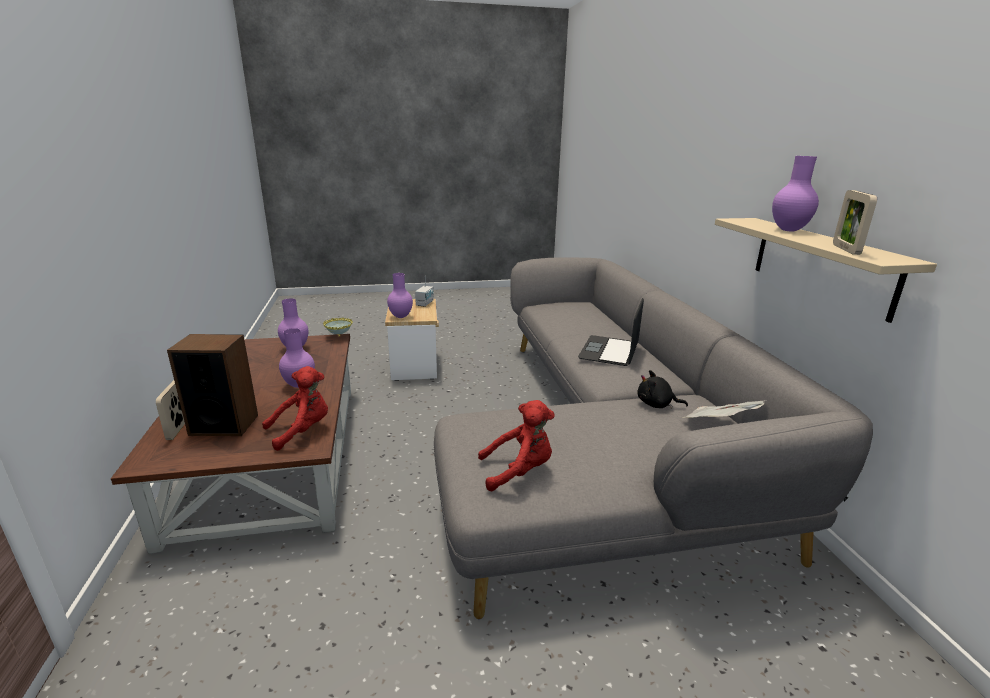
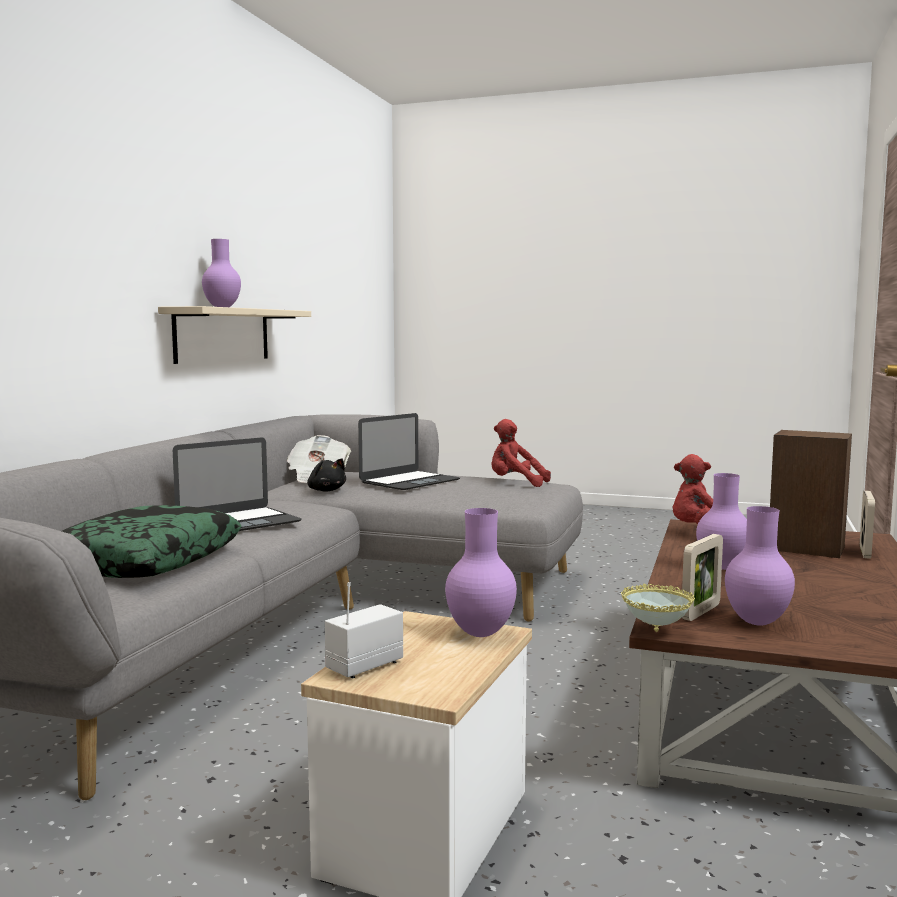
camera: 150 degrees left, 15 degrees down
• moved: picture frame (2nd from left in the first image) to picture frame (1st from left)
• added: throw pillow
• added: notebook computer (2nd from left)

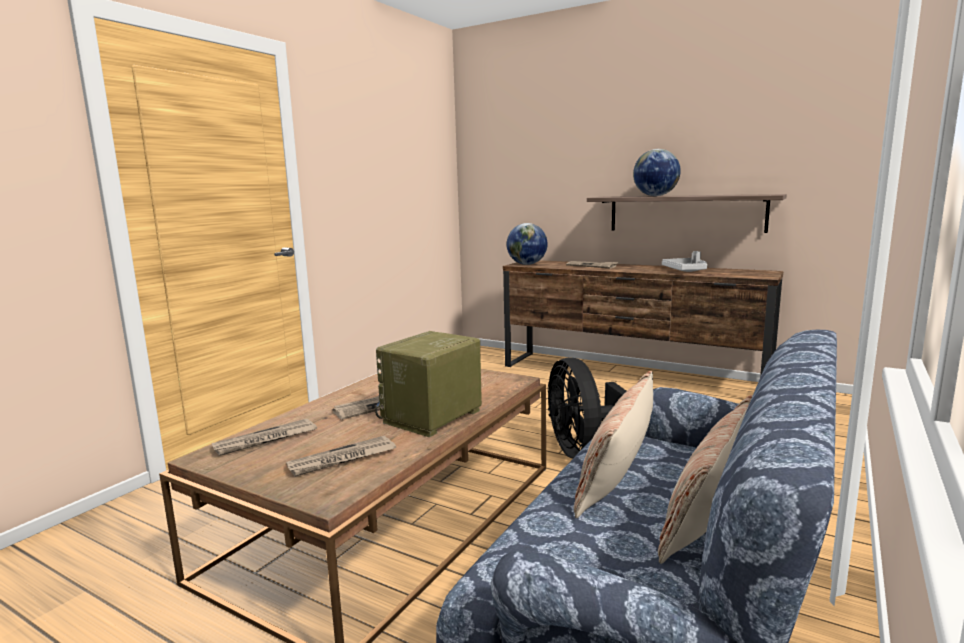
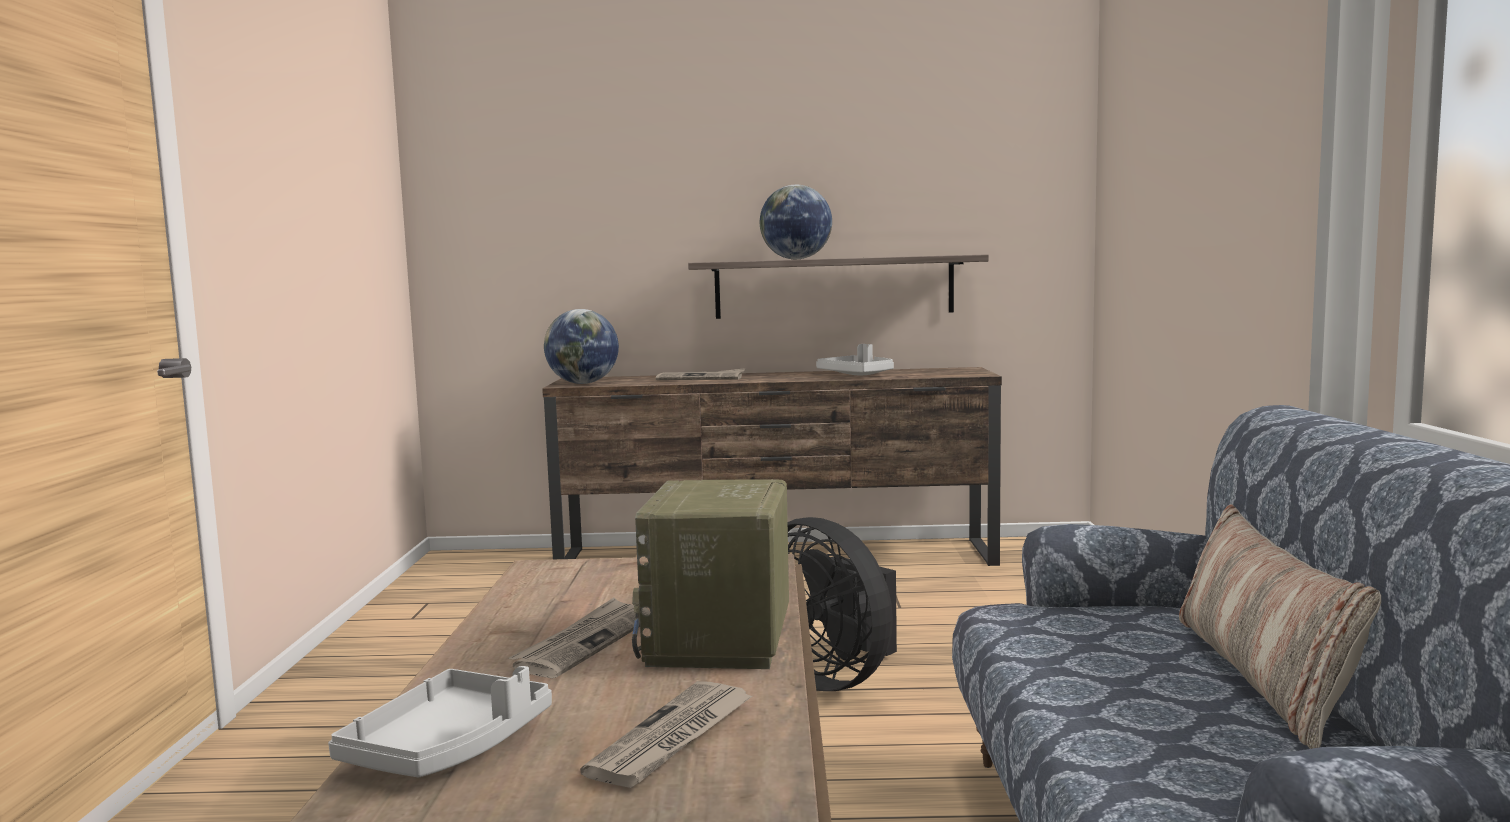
camera: 30 degrees left, 5 degrees down
• replaced: daily paper (1st from left) to gray tray (1st from left)
• removed: throw pillow (1st from left)

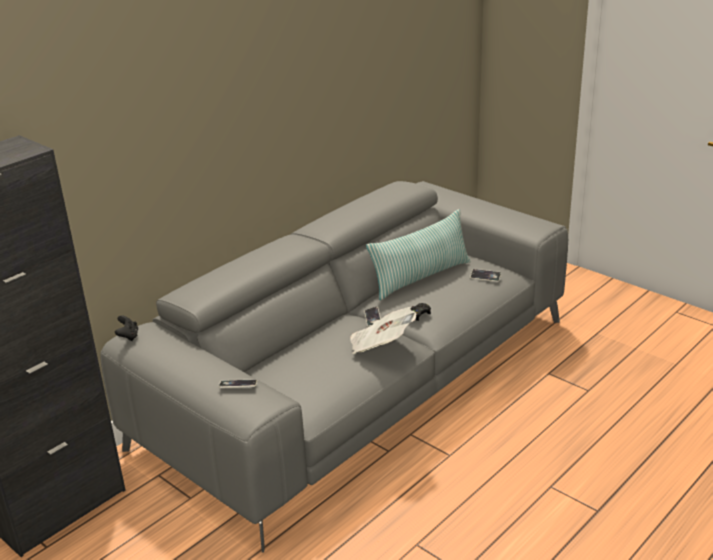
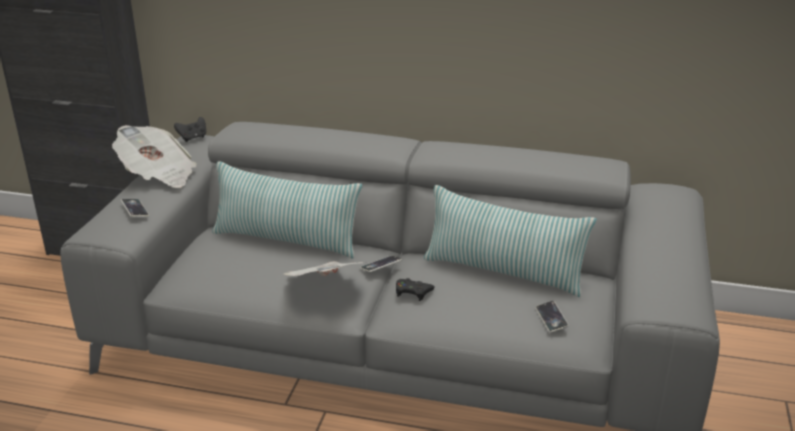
camera: 60 degrees right, 0 degrees up
• added: daily paper (1st from left)
• added: throw pillow (1st from left)

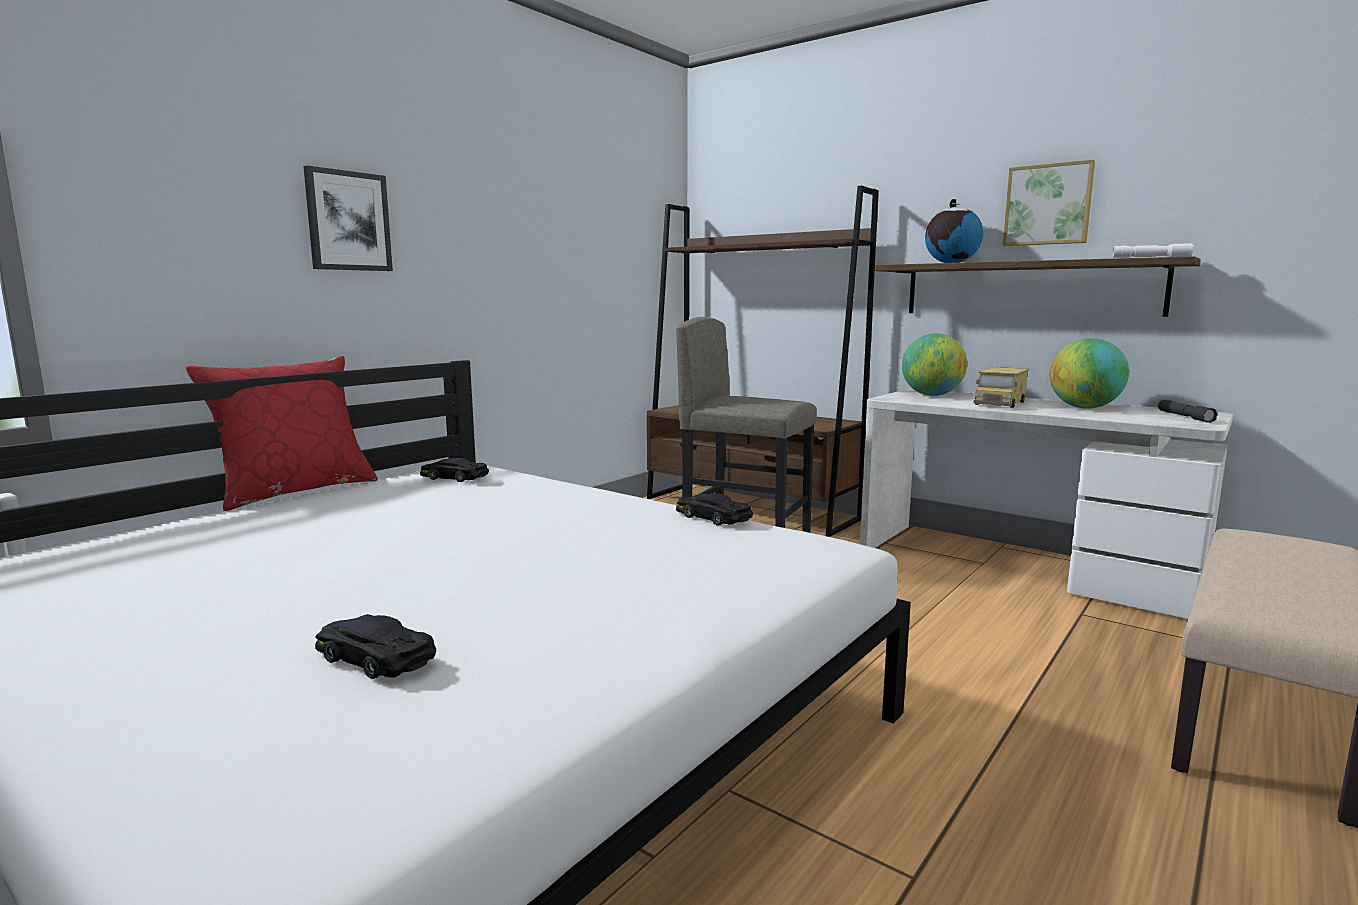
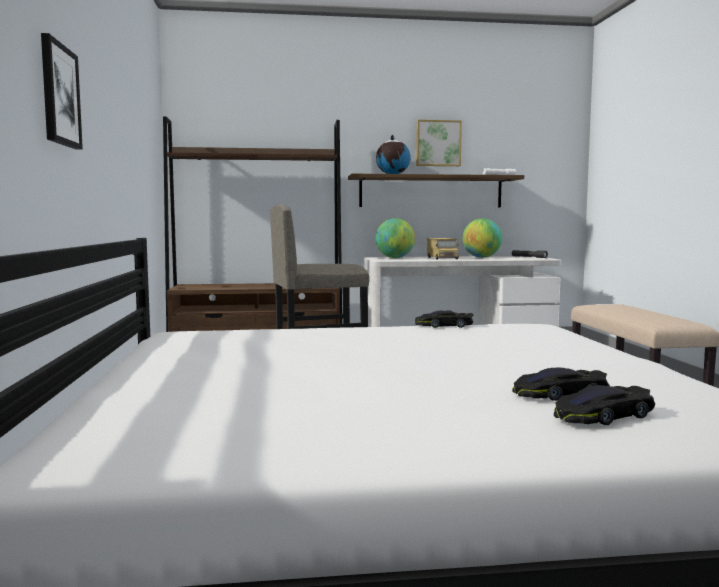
camera: 45 degrees left, 5 degrees down
• removed: red throw pillow
• moved: black-coloured toy car (2nd from left in the first image) to black-coloured toy car (3rd from left)

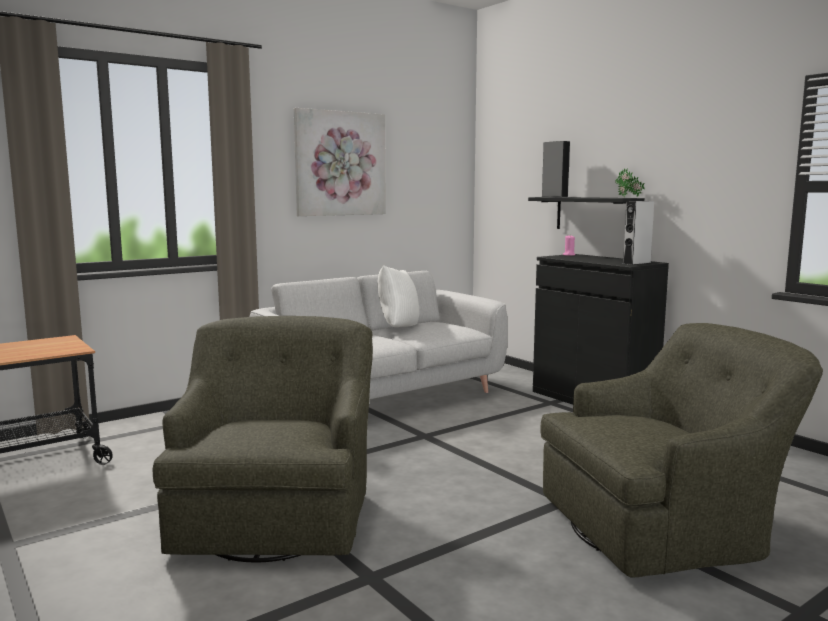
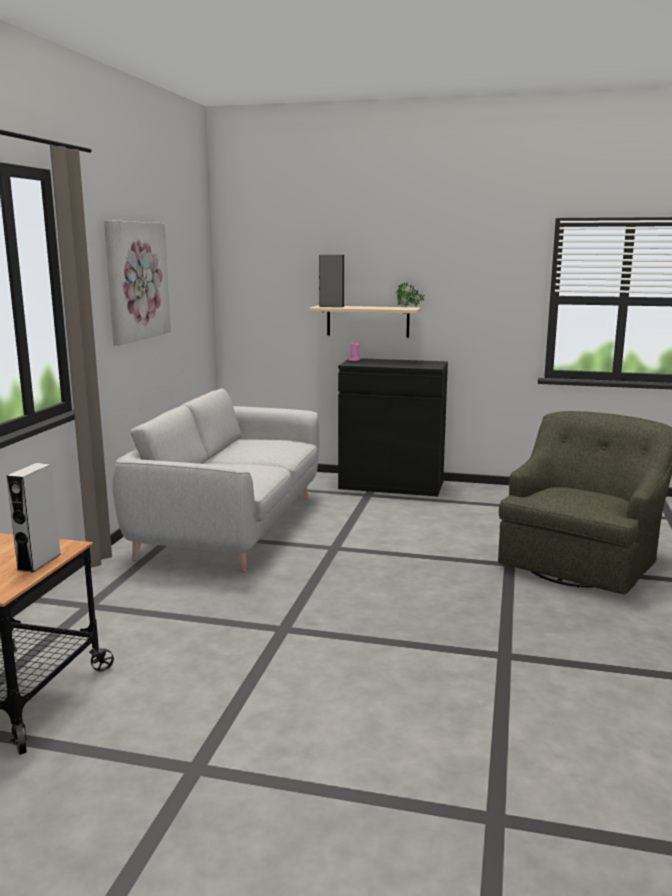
camera: 40 degrees left, 5 degrees up
• removed: green-coloured easy chair (1st from left)
• removed: white-coloured throw pillow
• recoloured: black-coloured wall shelf to beige-coloured wall shelf
• moved: gray speaker (2nd from left in the first image) to gray speaker (1st from left)

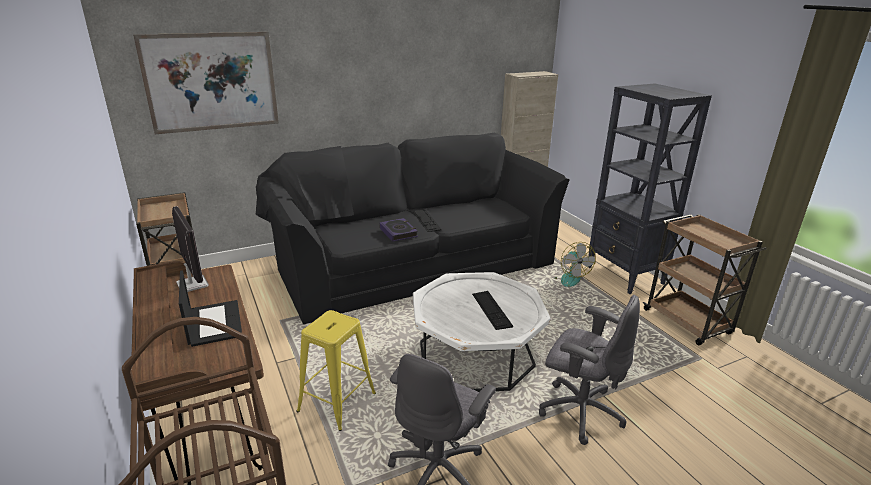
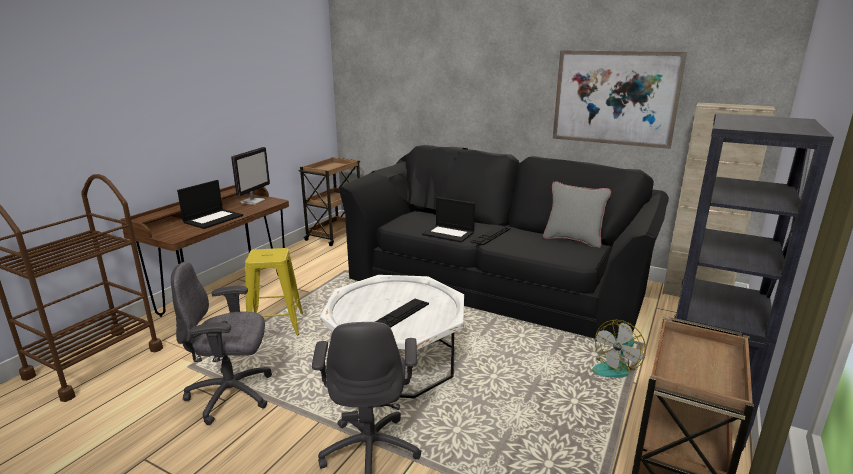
camera: 55 degrees right, 5 degrees down
• moved: wall art
• replaced: book to notebook computer (2nd from left)
• added: gray throw pillow

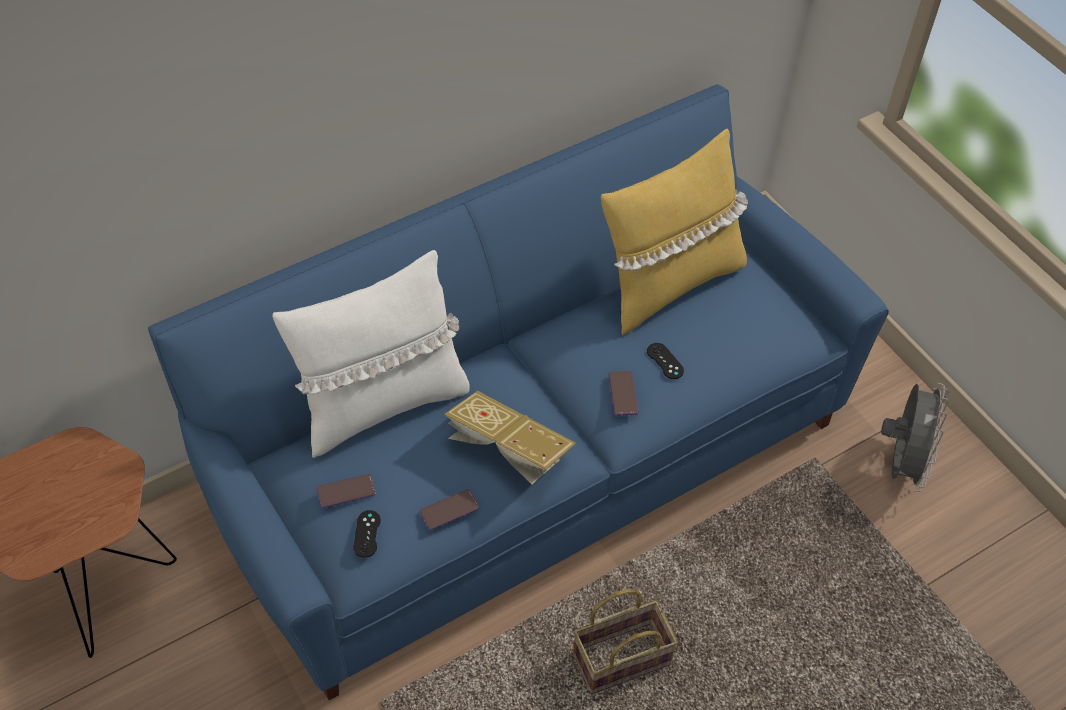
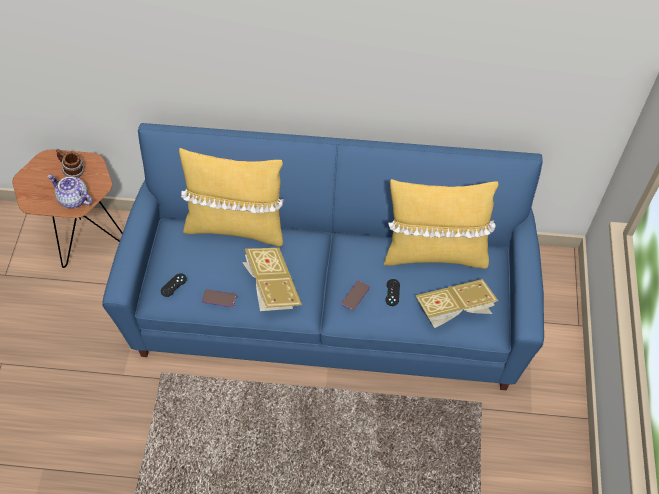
camera: 40 degrees right, 5 degrees up
• recoloured: white-coloured throw pillow to yellow throw pillow (1st from left)
• removed: phone (1st from left)
• removed: household basket
• removed: gray electric fan
• added: teapot
• added: tea mug
• added: book (2nd from left)

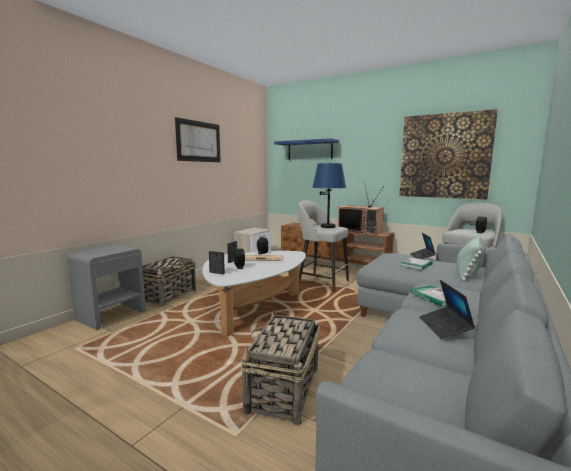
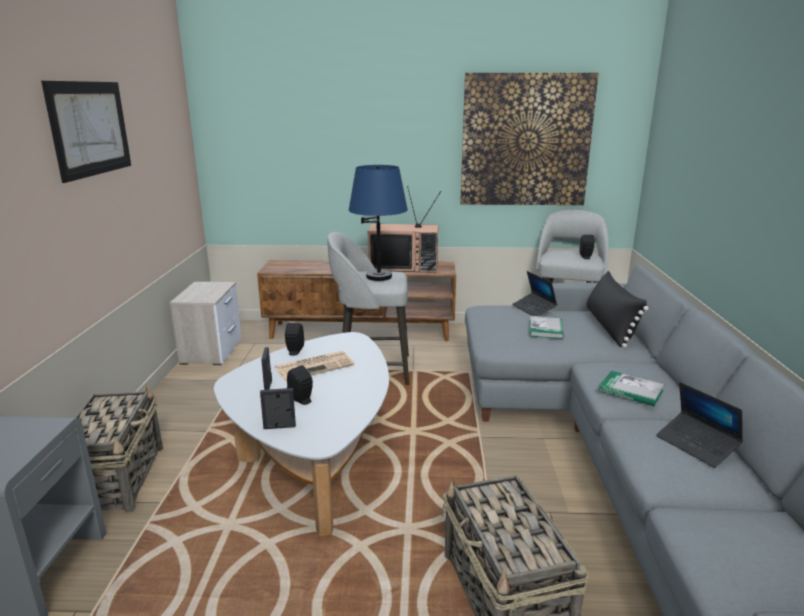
camera: 30 degrees left, 10 degrees up
• removed: blue wall shelf
• recoloured: green-coloured throw pillow to black-coloured throw pillow

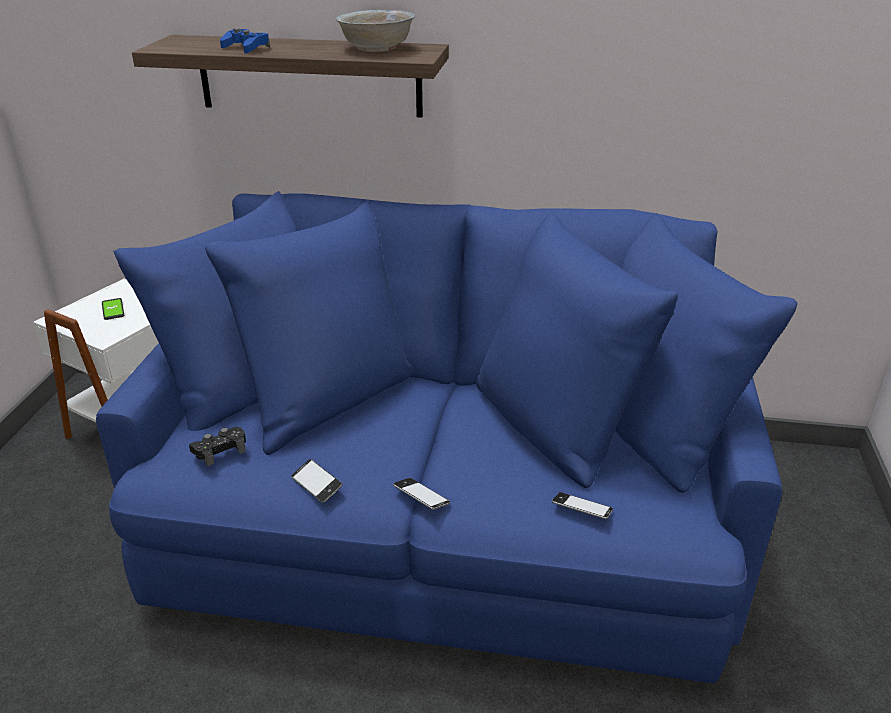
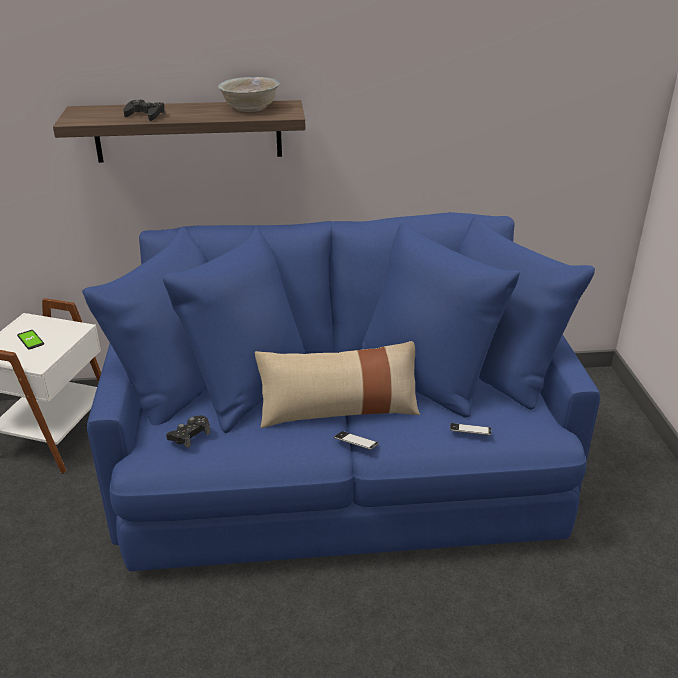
camera: 15 degrees left, 0 degrees up
• recoloured: blue joypad to black-coloured joypad (1st from left)
• removed: phone (2nd from left)
• added: beige-coloured throw pillow

